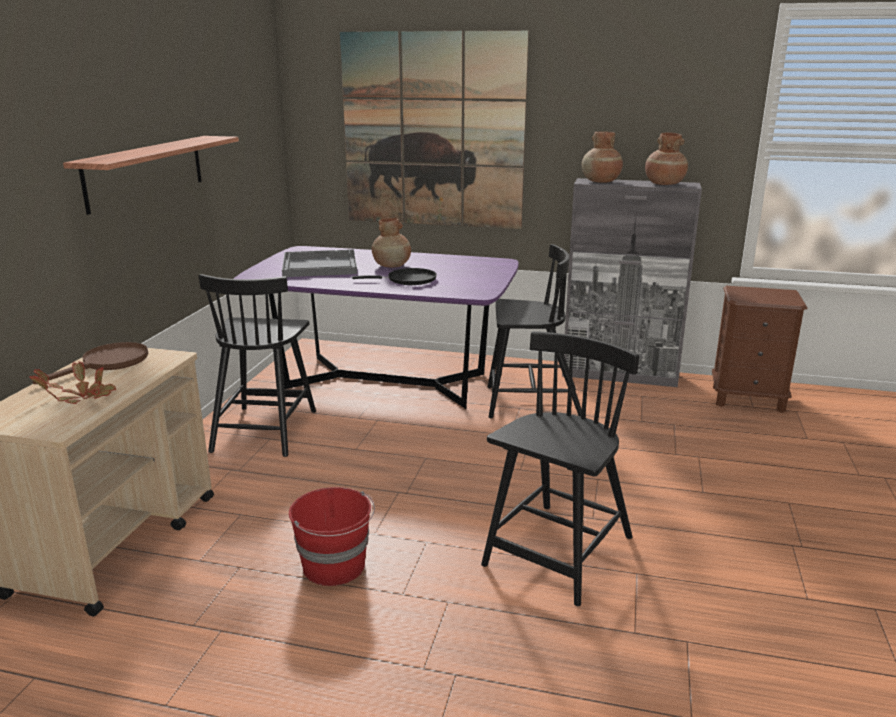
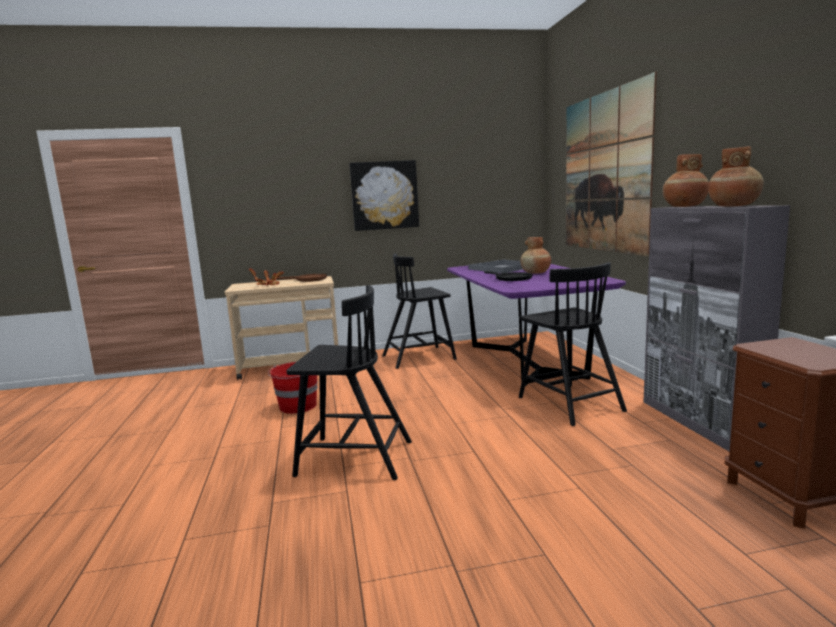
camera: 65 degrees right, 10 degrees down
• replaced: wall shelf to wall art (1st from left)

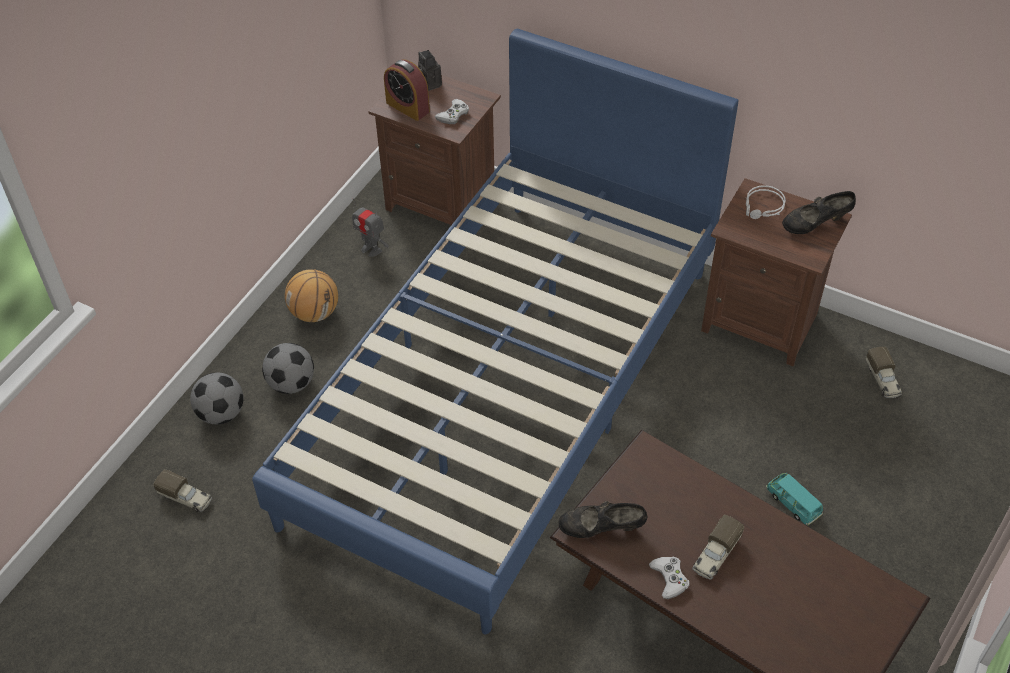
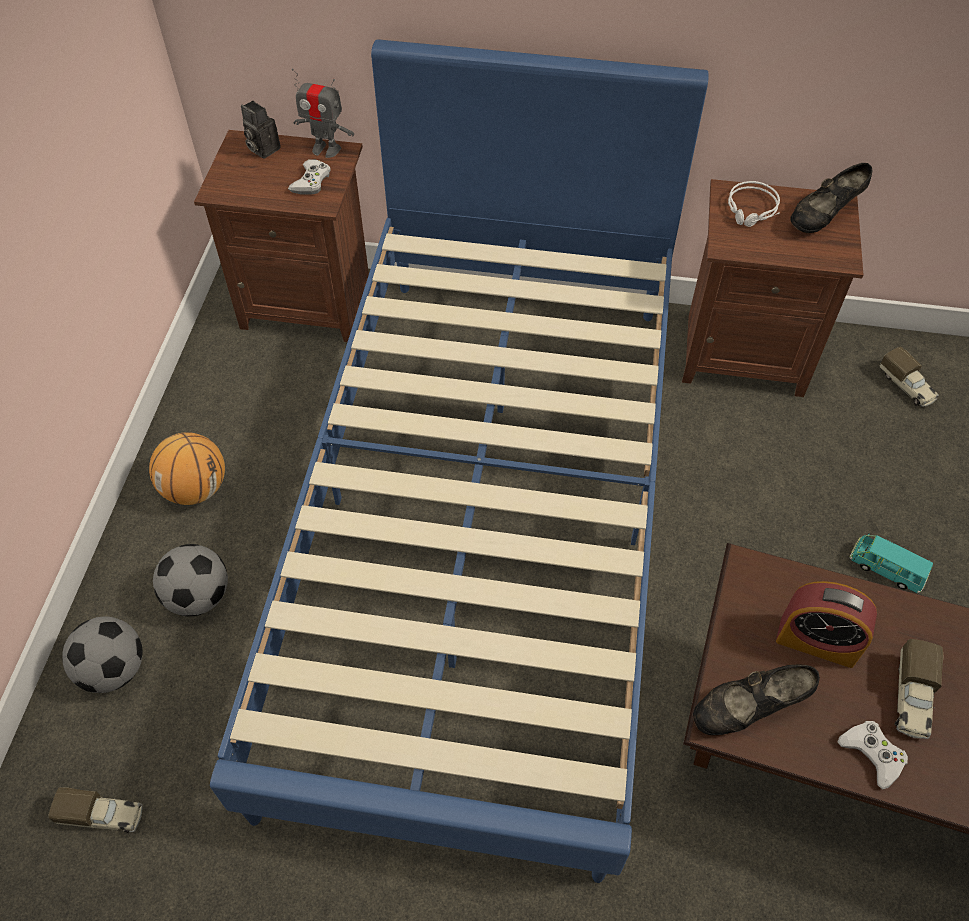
camera: 20 degrees left, 5 degrees up
• moved: model robot
• moved: table clock

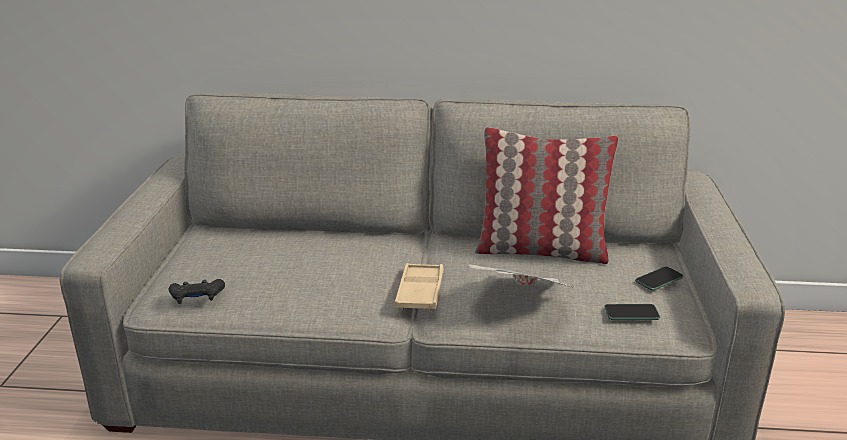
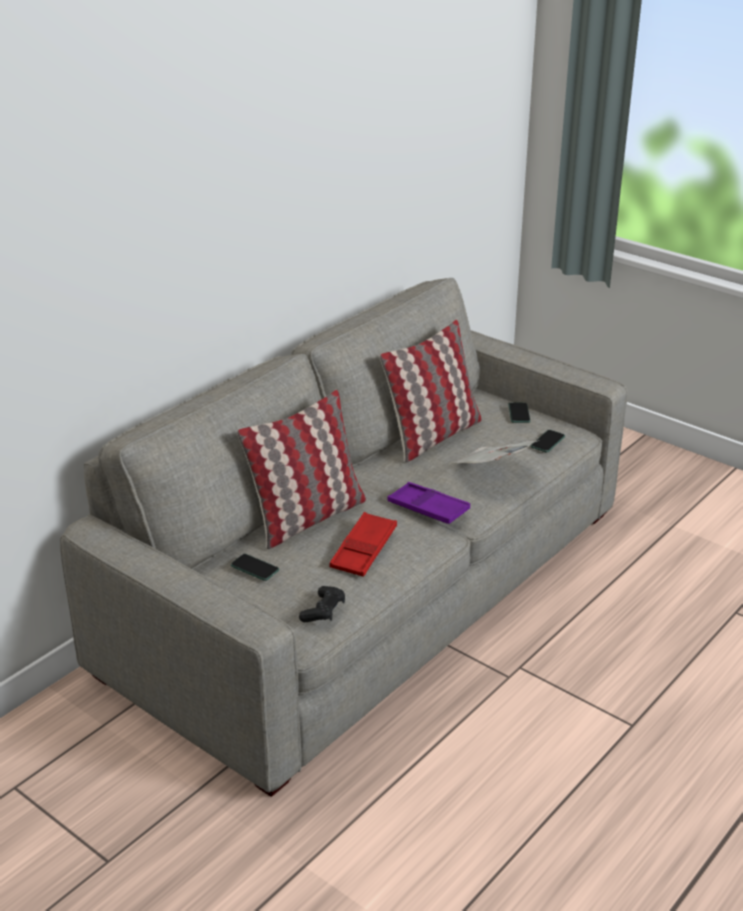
camera: 55 degrees left, 5 degrees up
• recoloured: beige-coloured tray to purple-coloured tray
• added: phone (1st from left)
• added: throw pillow (1st from left)
• added: red tray

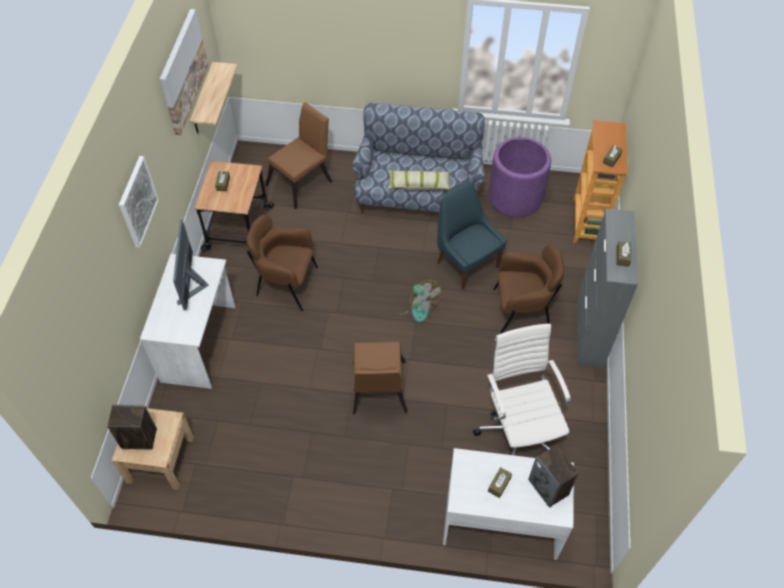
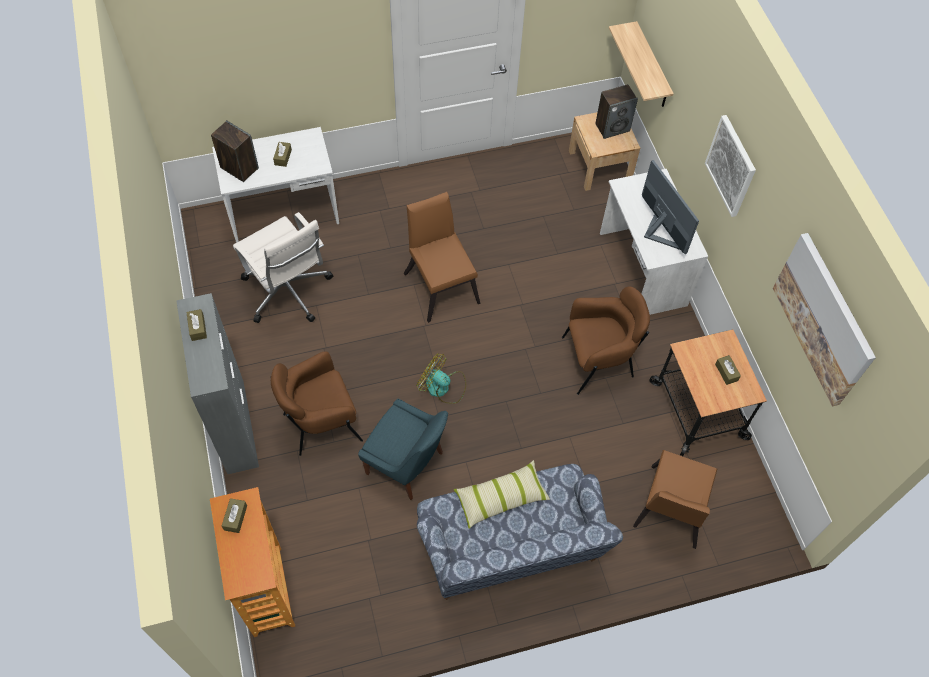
camera: 155 degrees right, 5 degrees up
• moved: wall shelf
• removed: purple-coloured flower pot

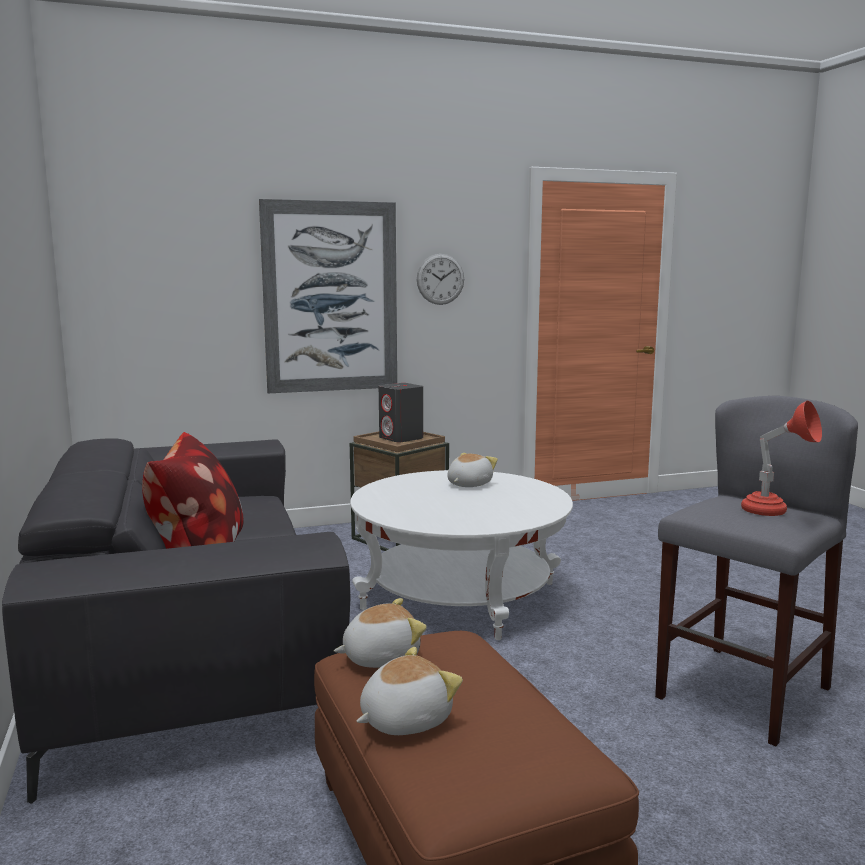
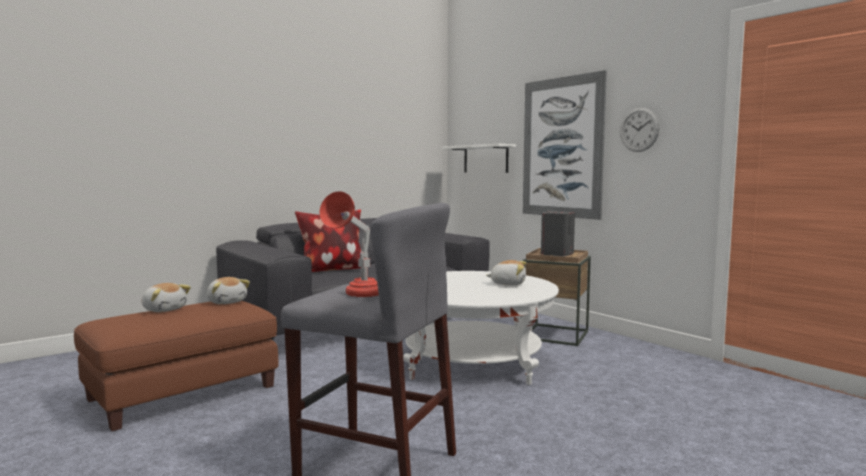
camera: 70 degrees right, 5 degrees down
• added: white-coloured wall shelf

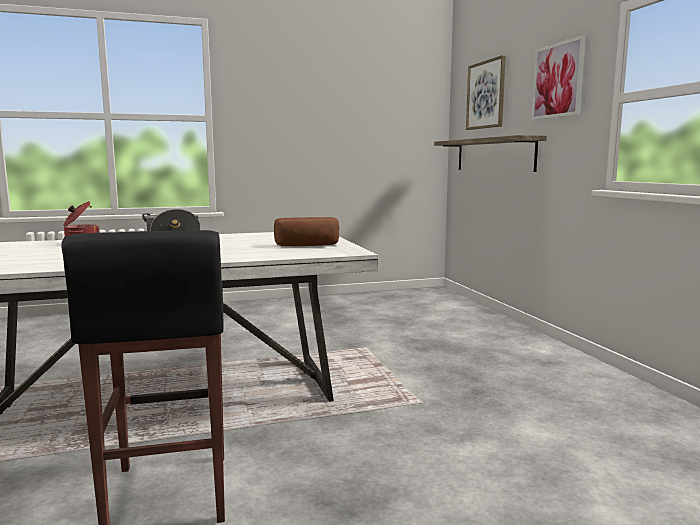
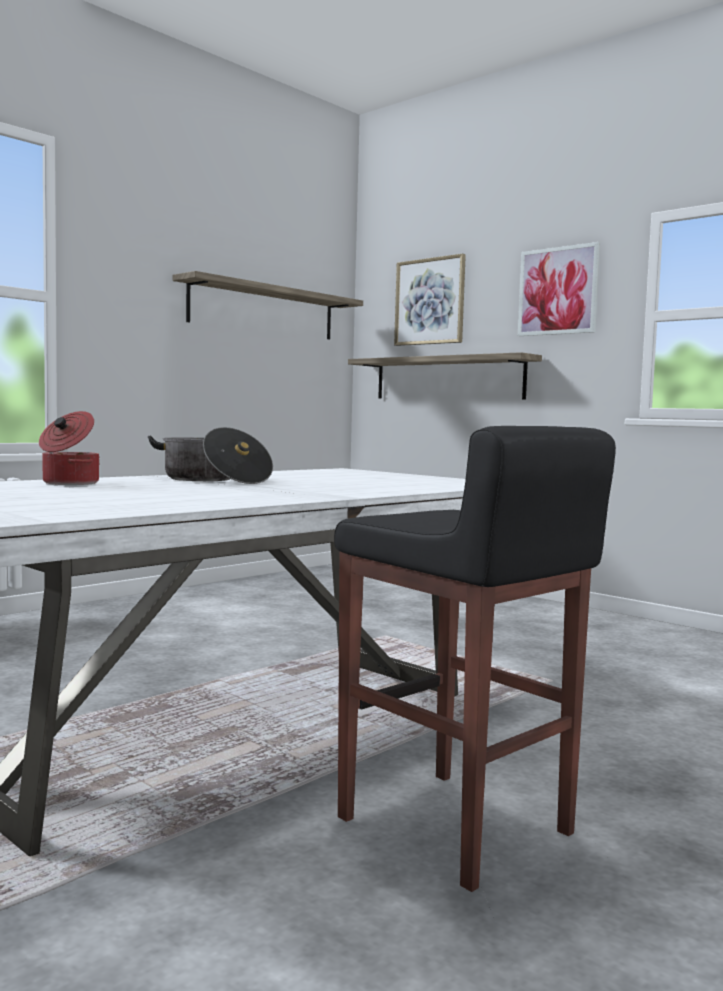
camera: 30 degrees left, 5 degrees down
• removed: bakery bread
• added: wall shelf (1st from left)

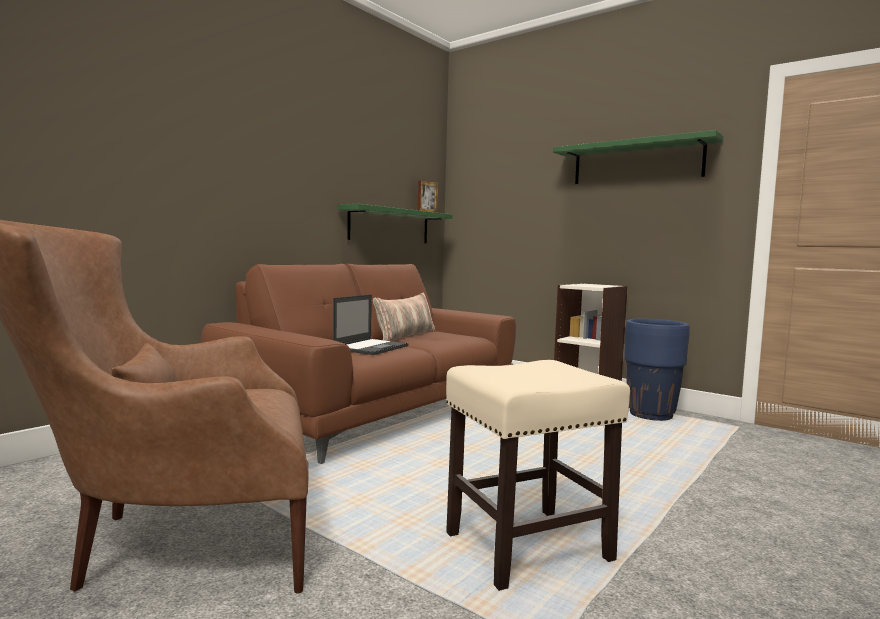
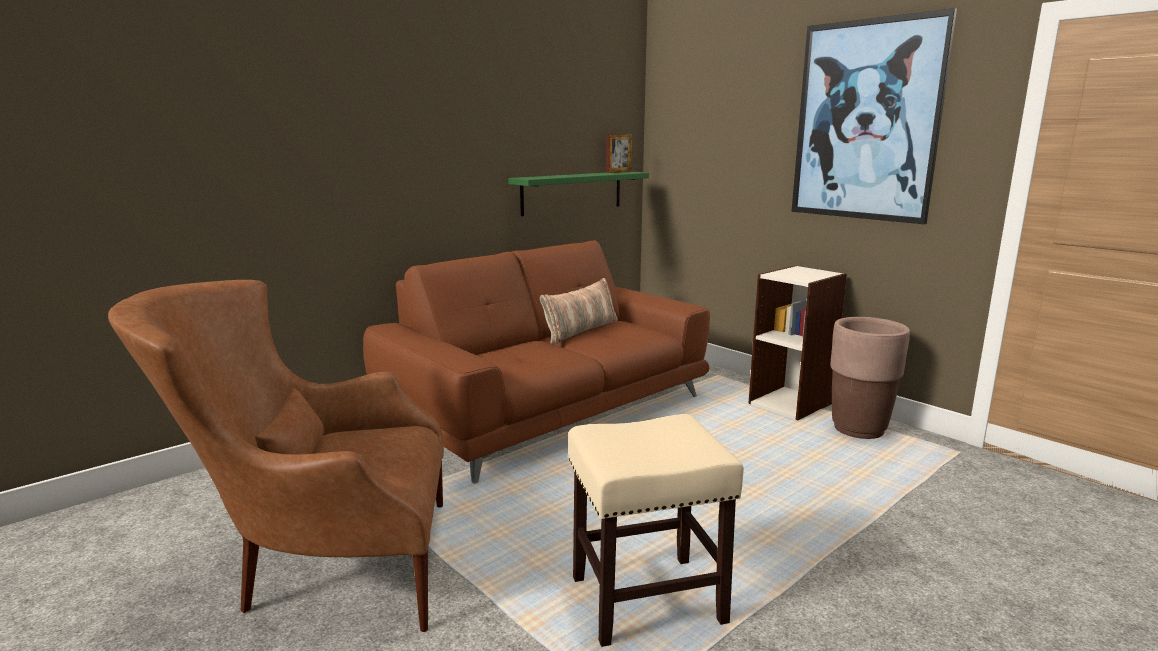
camera: 10 degrees right, 10 degrees up
• removed: notebook computer
• replaced: green-coloured wall shelf (2nd from left) to wall art
• recoloured: blue flower pot to brown-coloured flower pot

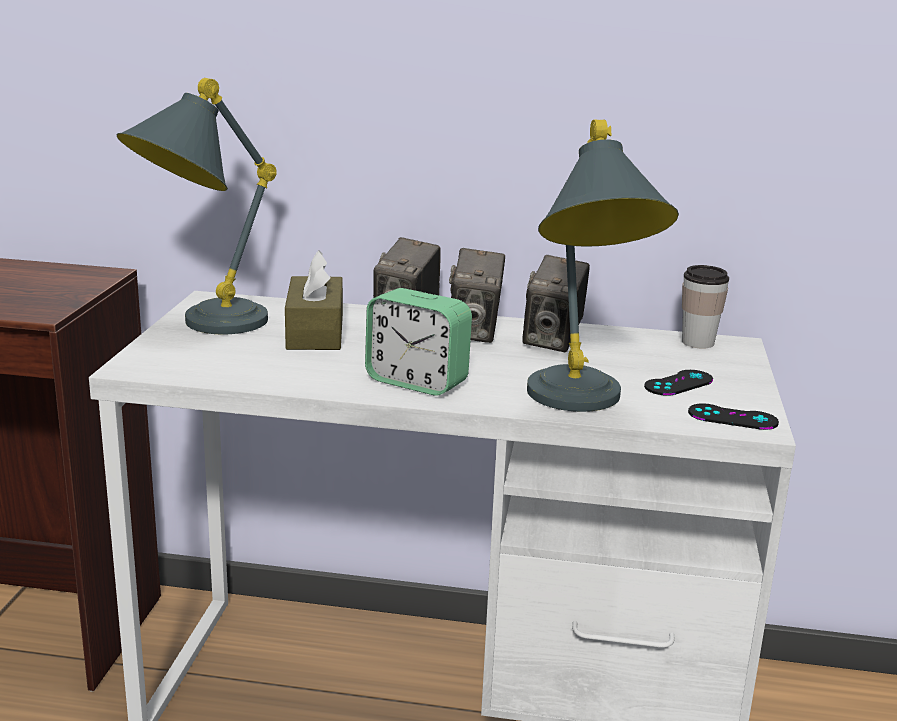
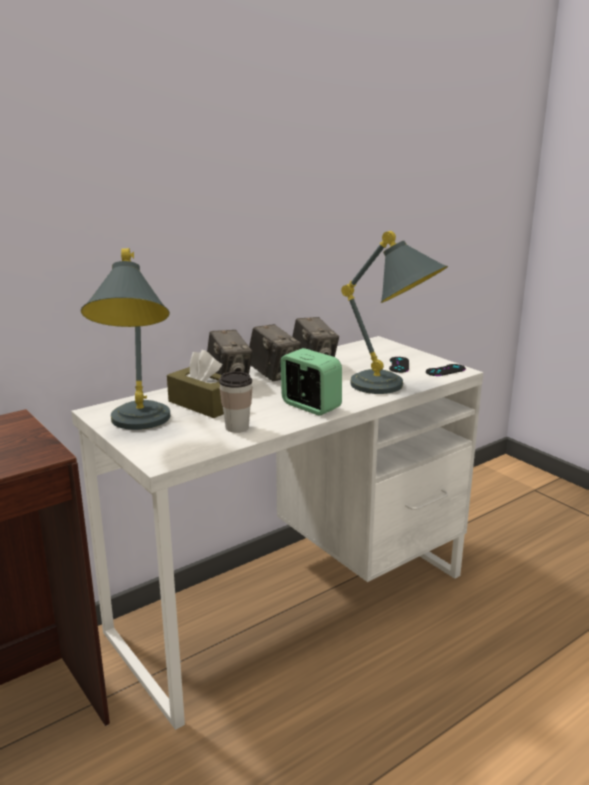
camera: 45 degrees left, 0 degrees up
• turned: table clock 120 degrees counterclockwise
• moved: small cup

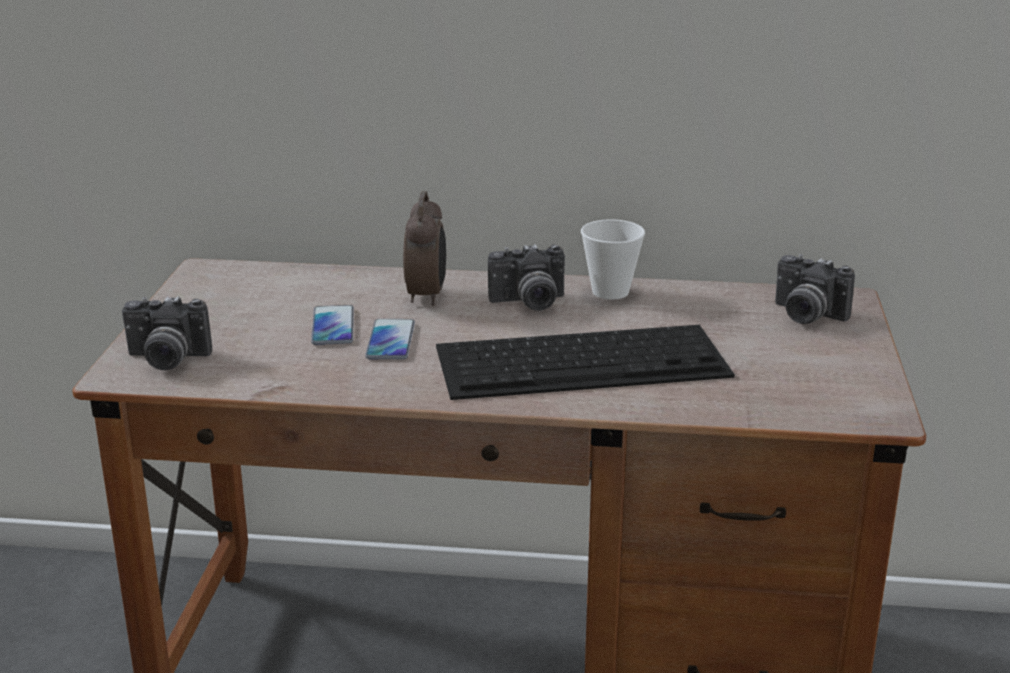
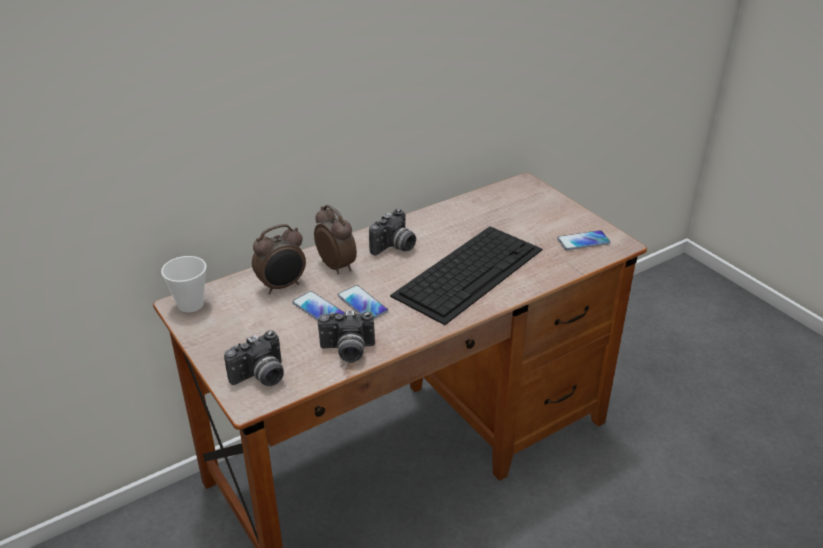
camera: 40 degrees left, 10 degrees up
• moved: small cup
• moved: photo camera (3rd from left in the first image) to photo camera (2nd from left)
• added: table clock (1st from left)
• added: phone (3rd from left)

